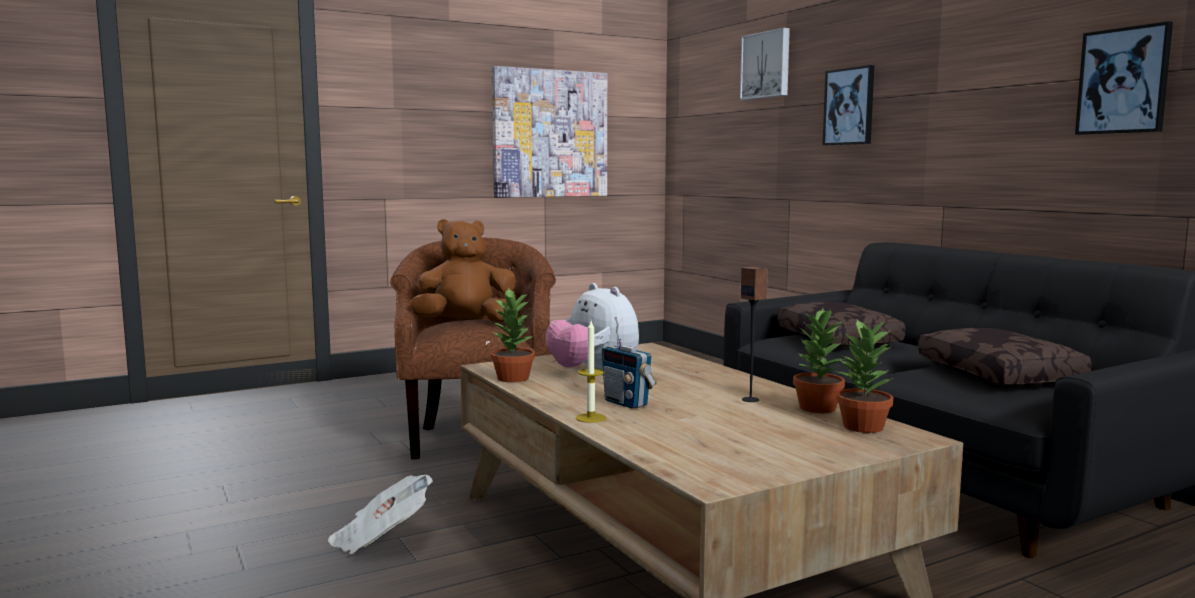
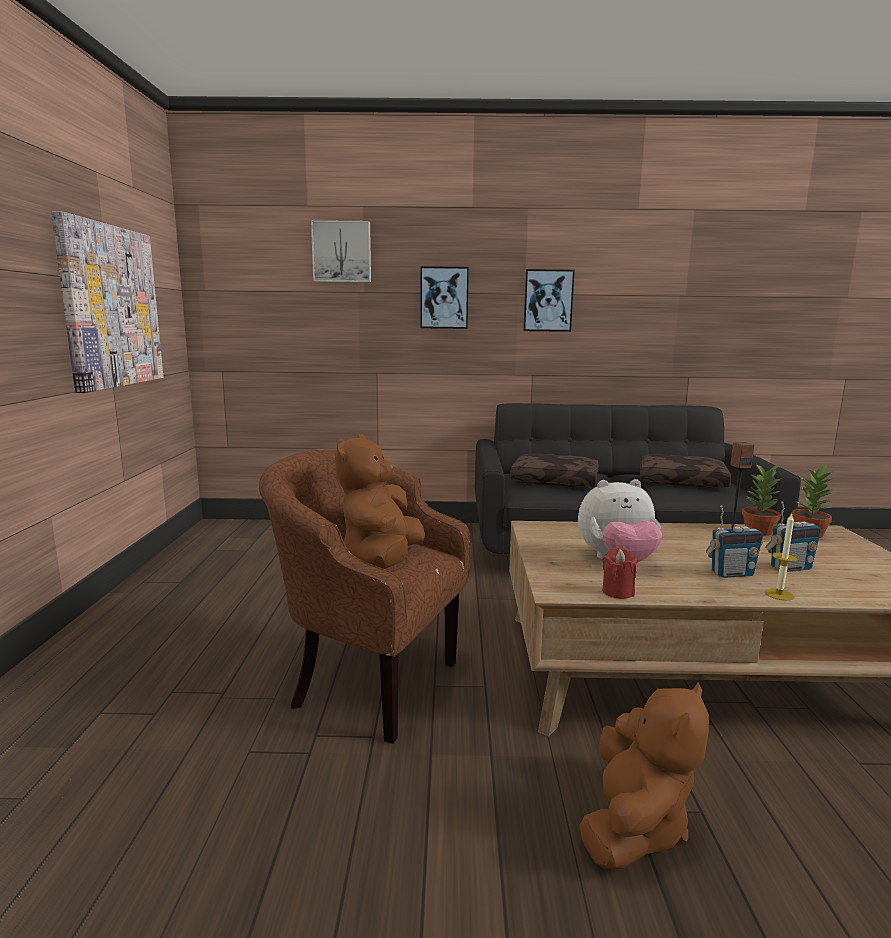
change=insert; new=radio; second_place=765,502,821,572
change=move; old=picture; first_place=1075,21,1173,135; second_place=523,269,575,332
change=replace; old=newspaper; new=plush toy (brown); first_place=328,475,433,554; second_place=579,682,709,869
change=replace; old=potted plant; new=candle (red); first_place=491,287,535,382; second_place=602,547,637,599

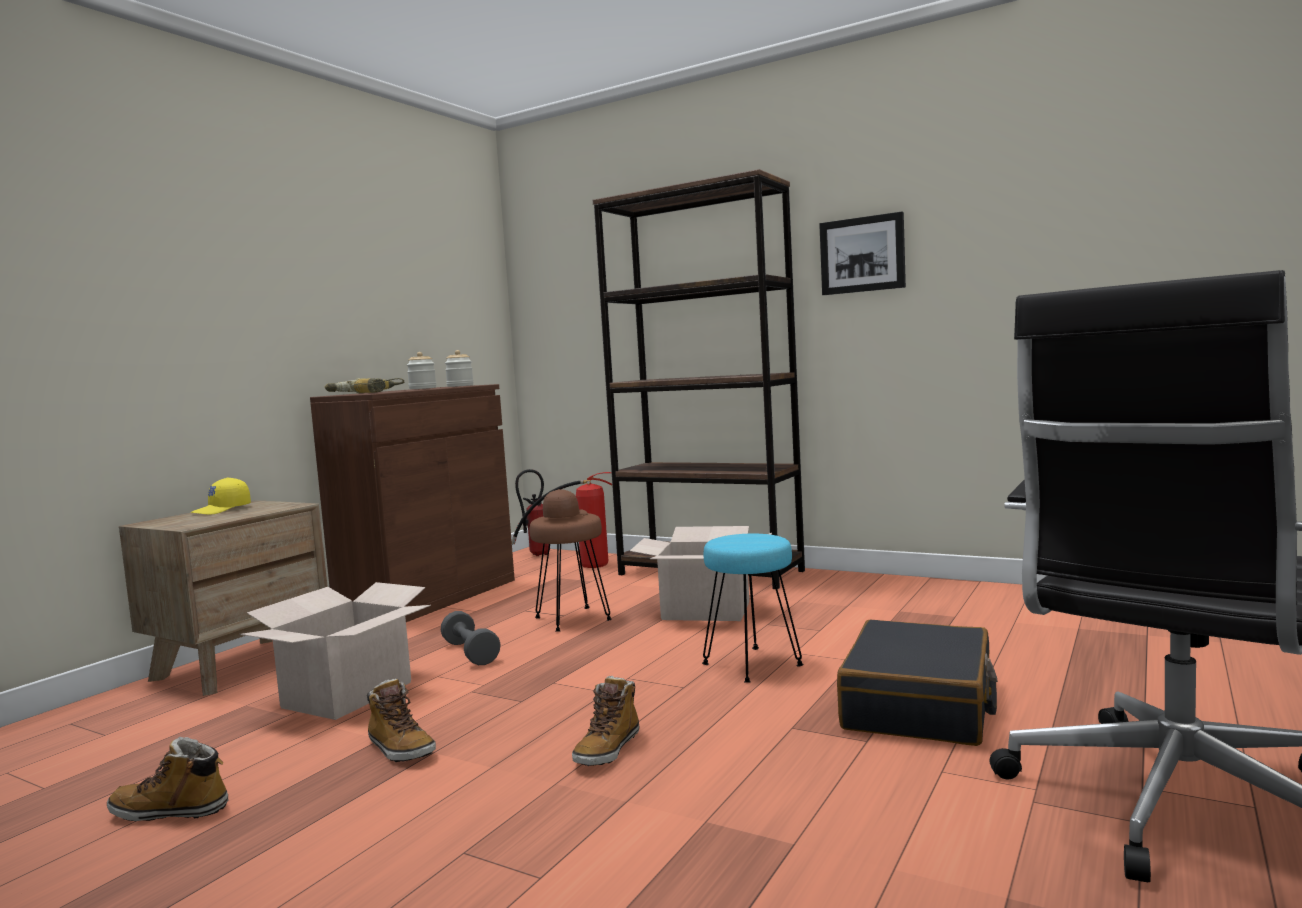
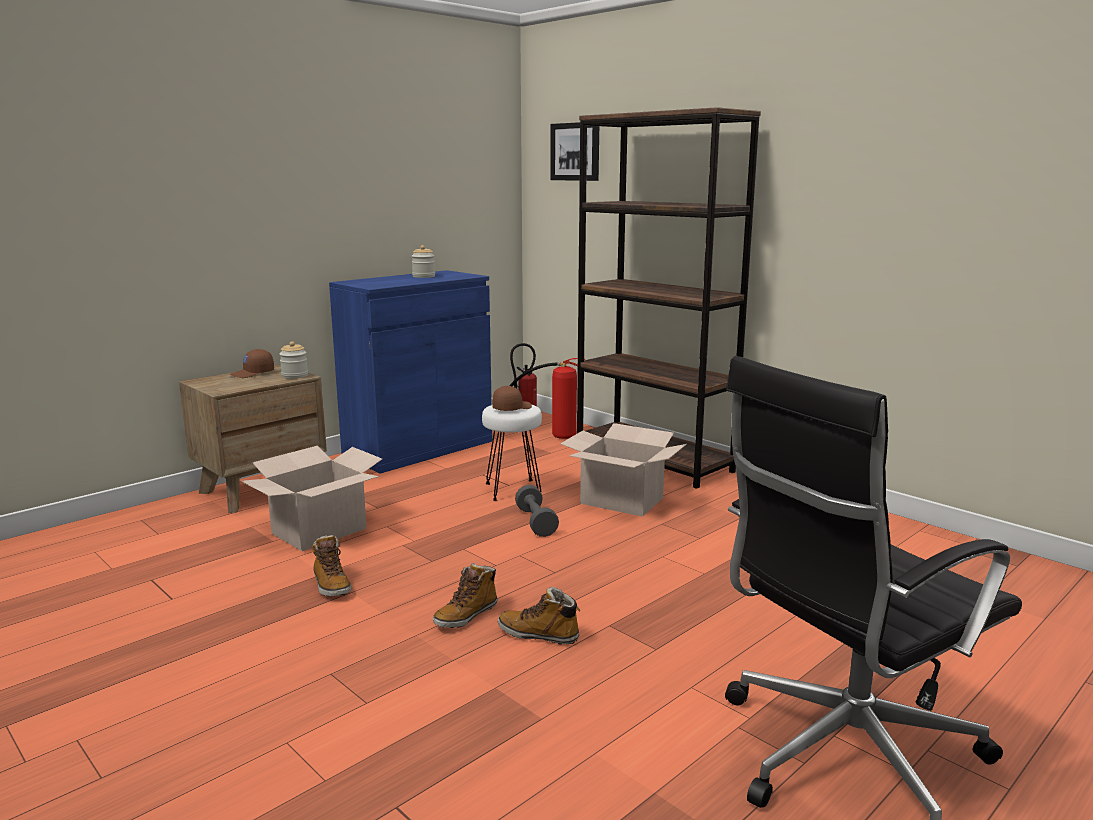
change=delete; old=power drill; first_place=325,378,405,393
change=delete; old=stool (turquoise); first_place=702,534,803,683
change=delete; old=suitcase (black); first_place=837,619,998,746
change=move; old=boot; first_place=107,737,229,821; second_place=498,587,580,645
change=move; old=dumbbell (grey); first_place=441,611,501,665; second_place=515,485,559,537
change=move; old=jar; first_place=445,350,474,387; second_place=280,341,308,379
change=move; old=picture; first_place=819,212,906,295; second_place=550,122,599,181
change=recolor; old=cap (yellow); new=cap (brown); first_place=191,477,251,515; second_place=230,349,274,378
change=recolor; old=cabinet (brown); new=cabinet (blue); first_place=310,384,515,622; second_place=329,270,492,473
change=recolor; old=stool (brown); new=stool (white); first_place=530,513,612,632; second_place=482,404,543,501

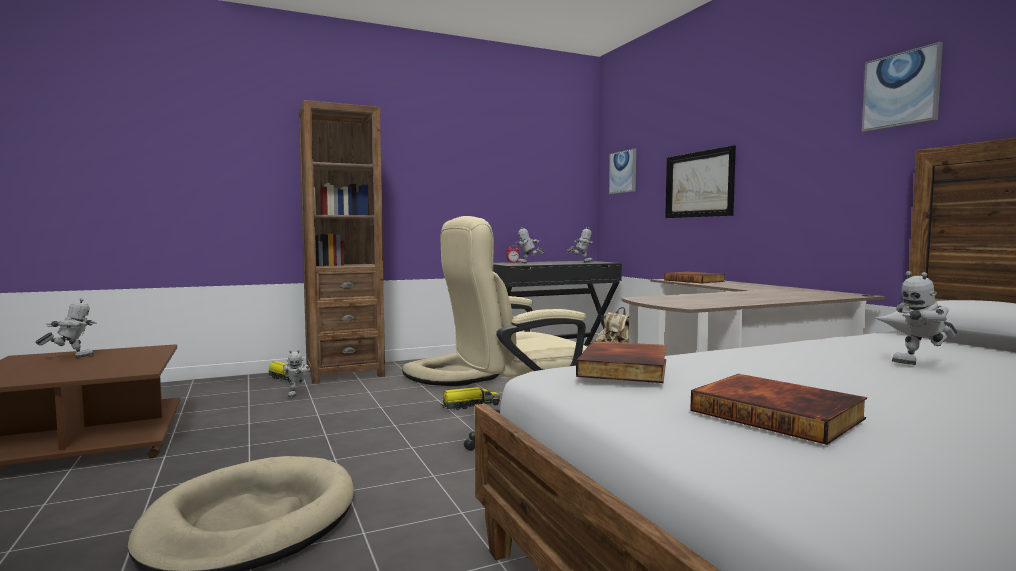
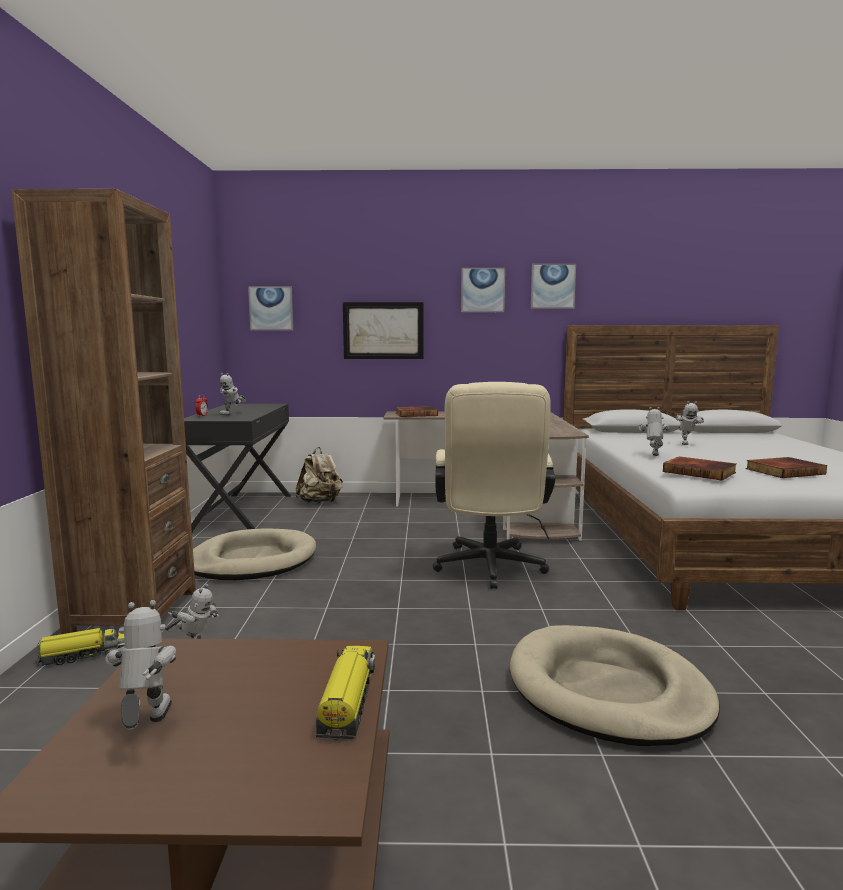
change=insert; new=picture; second_place=461,268,505,312
change=move; old=toy truck; first_place=441,387,500,410; second_place=316,646,375,740
change=move; old=toy robot; first_place=567,227,593,262; second_place=639,407,669,456

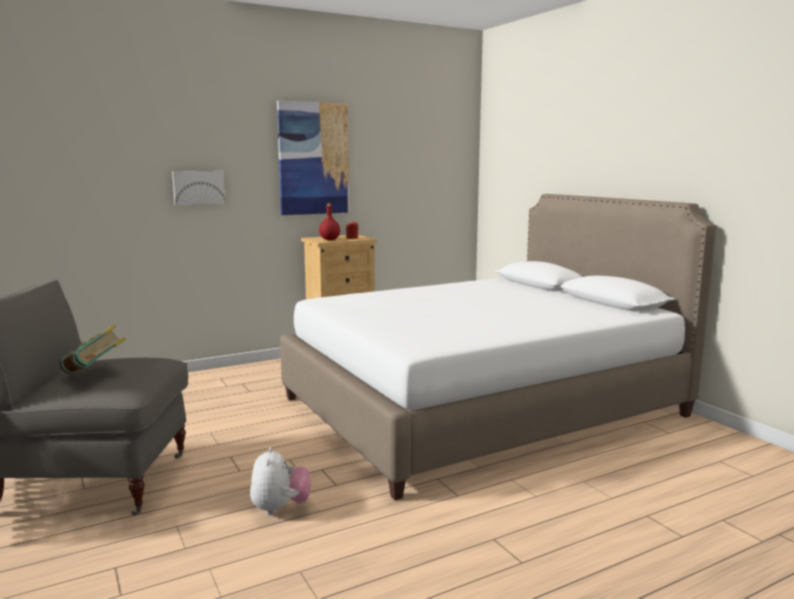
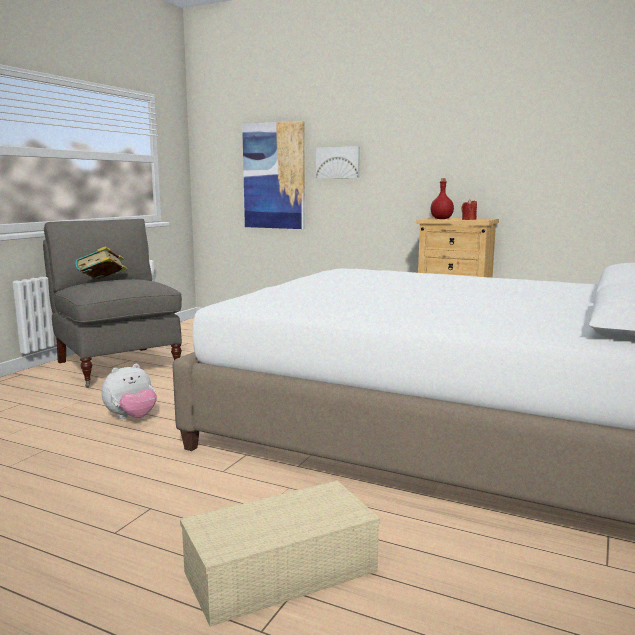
change=insert; new=storage box (beige); second_place=180,481,380,627
change=move; old=picture; first_place=277,101,349,215; second_place=242,121,305,229

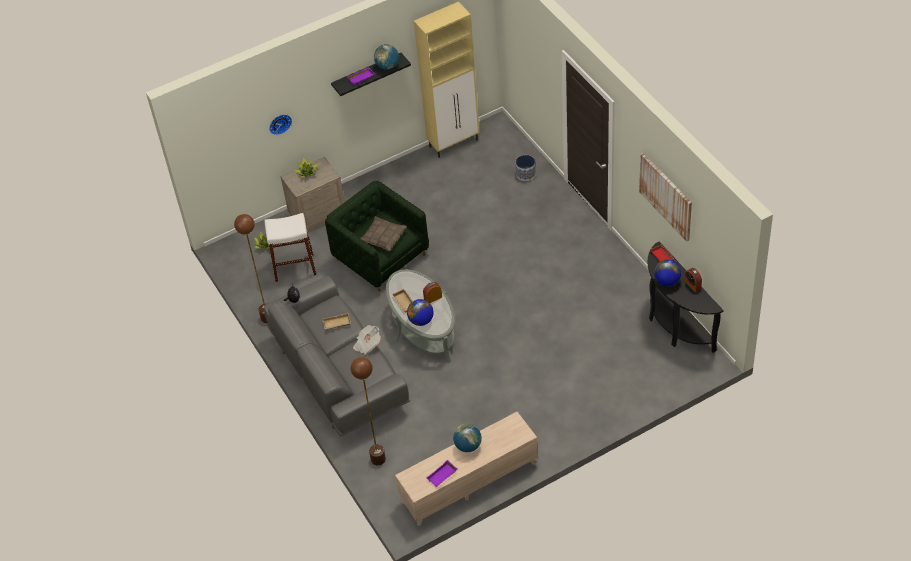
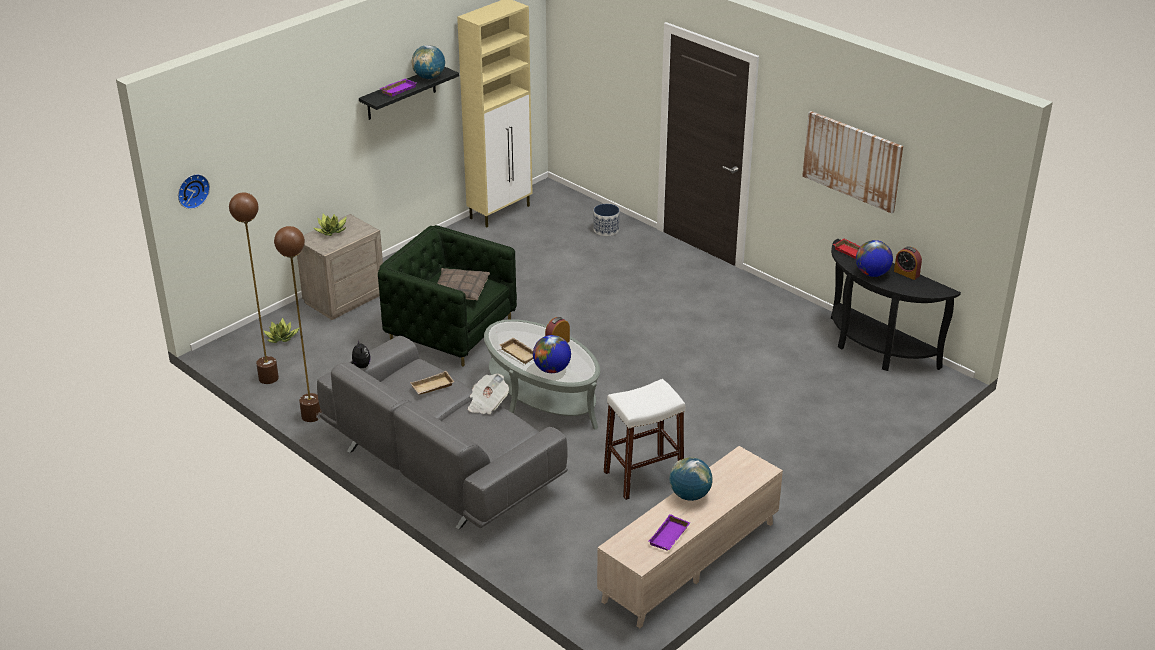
change=move; old=stool (white); first_place=265,213,317,282; second_place=604,379,685,500
change=move; old=wall clock; first_place=269,114,292,135; second_place=178,174,210,209
change=move; old=floor lamp (brown); first_place=351,357,386,465; second_place=229,192,279,384

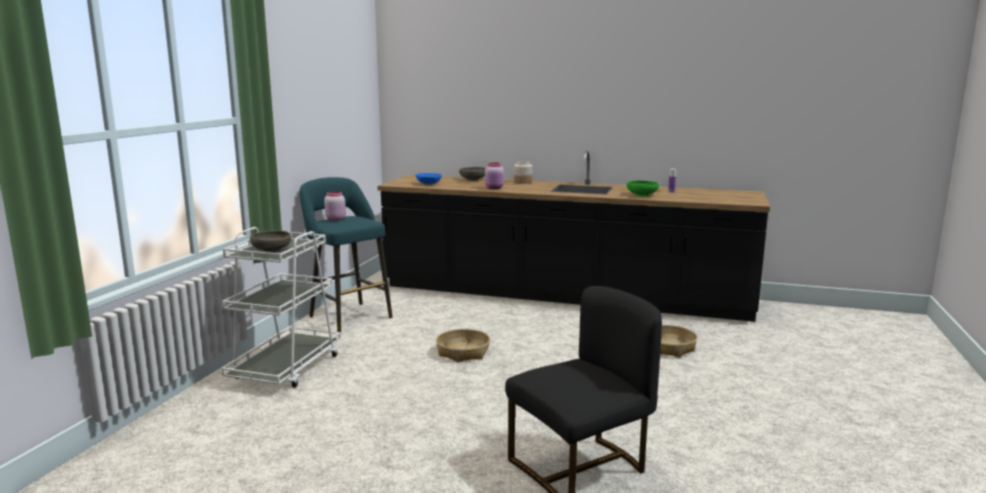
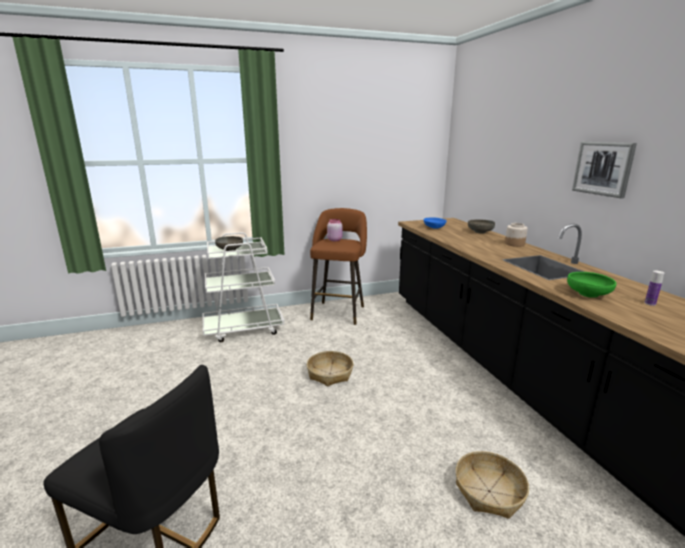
change=delete; old=jar (pink); first_place=485,163,504,189
change=insert; new=picture; second_place=572,141,637,199
change=recolor; old=stool (turquoise); new=stool (brown); first_place=300,177,393,332; second_place=310,208,367,325

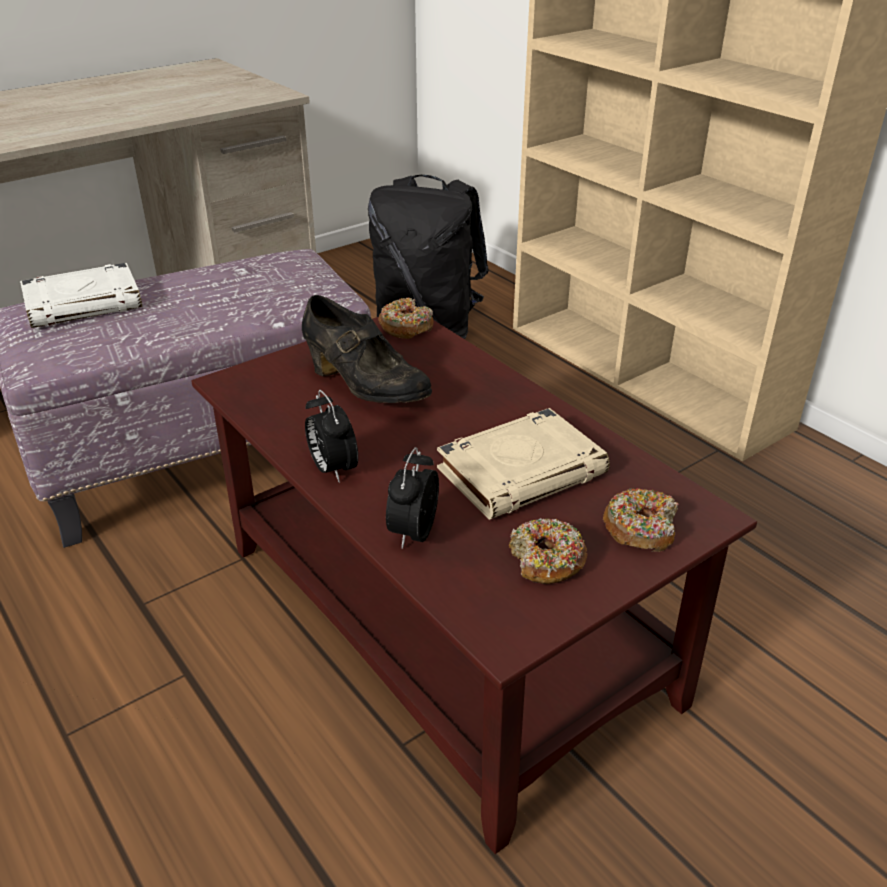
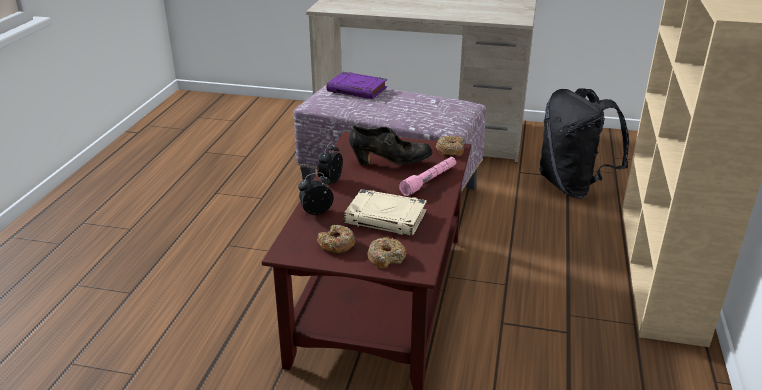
change=insert; new=flashlight (pink); second_place=399,157,456,196
change=recolor; old=book (white); new=book (purple); first_place=20,263,142,328; second_place=327,72,387,99
change=rotate; old=shoe (black); first_place=302,295,432,403; second_place=349,126,433,166; degrees=-90

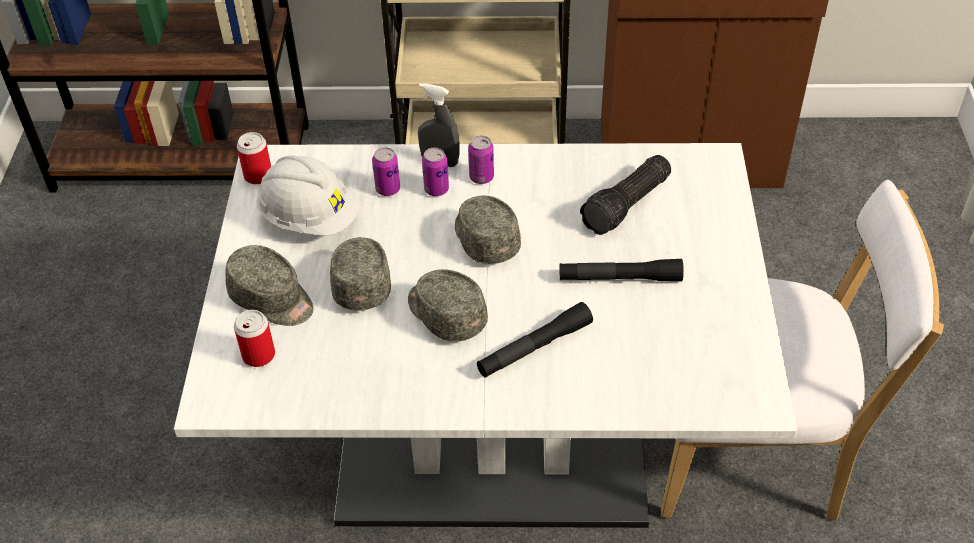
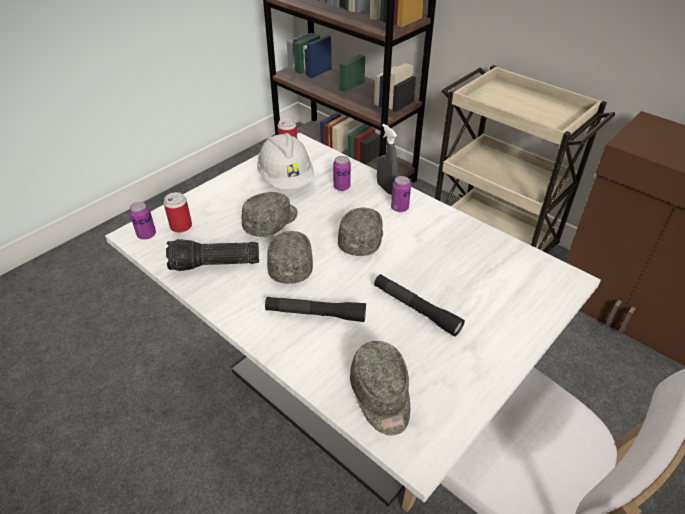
change=move; old=cap (grey); first_place=225,245,313,326; second_place=350,341,410,436
change=move; old=can; first_place=422,148,449,196; second_place=129,202,156,239
change=move; old=flashlight; first_place=580,155,671,235; second_place=166,239,259,271

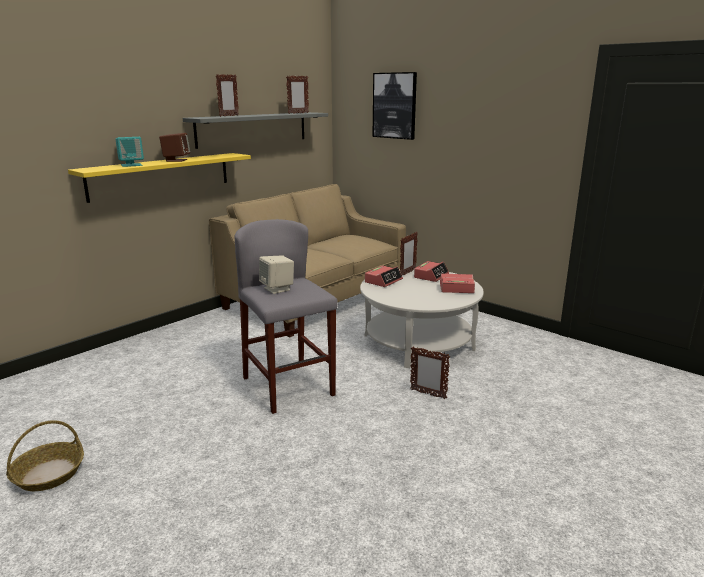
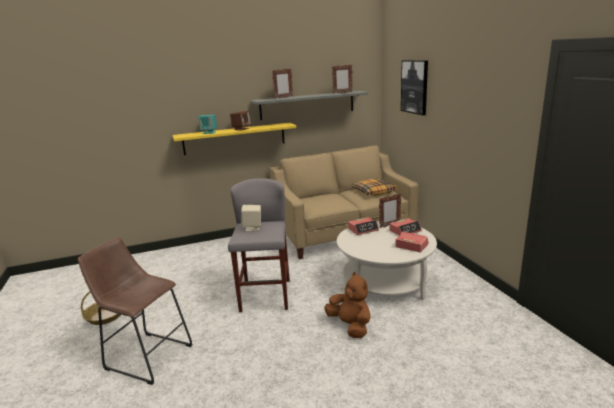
change=insert; new=stool (brown); second_place=78,237,192,385
change=insert; new=pillow; second_place=352,179,397,196
change=replace; old=picture frame; new=plush toy (brown); first_place=410,346,450,399; second_place=324,272,371,338

